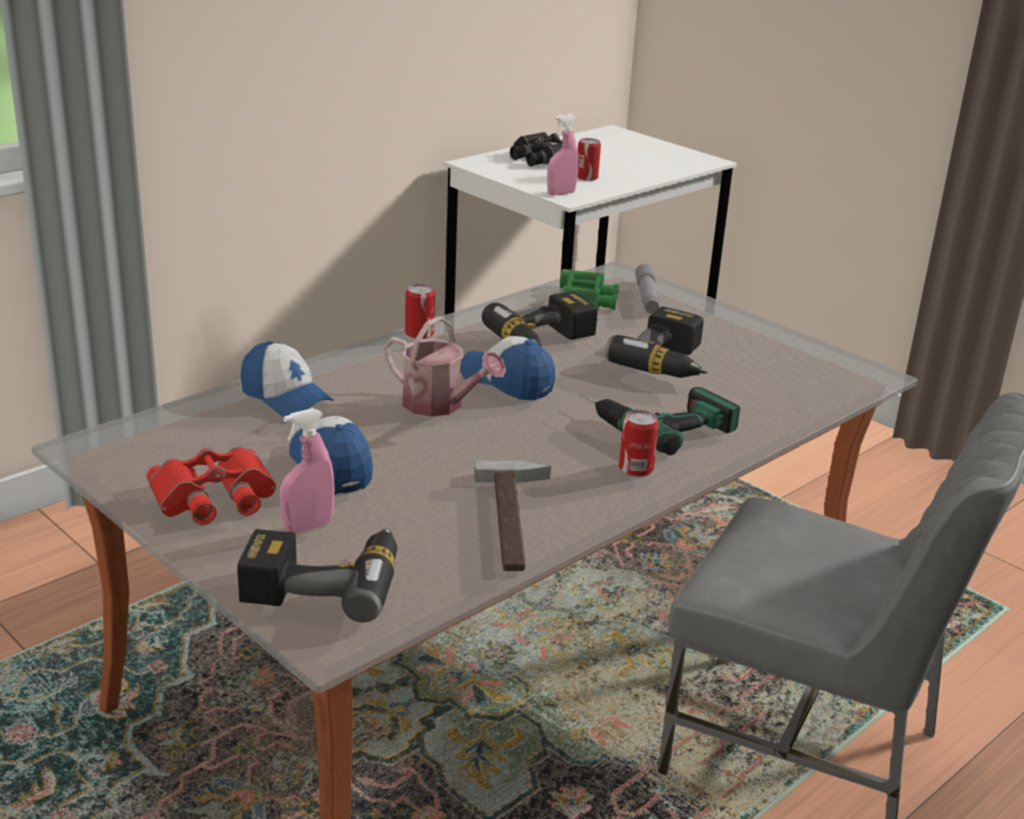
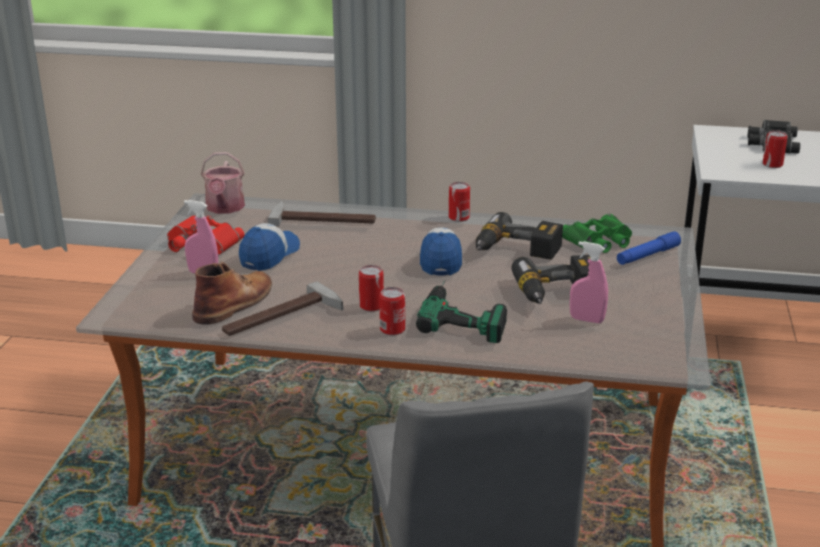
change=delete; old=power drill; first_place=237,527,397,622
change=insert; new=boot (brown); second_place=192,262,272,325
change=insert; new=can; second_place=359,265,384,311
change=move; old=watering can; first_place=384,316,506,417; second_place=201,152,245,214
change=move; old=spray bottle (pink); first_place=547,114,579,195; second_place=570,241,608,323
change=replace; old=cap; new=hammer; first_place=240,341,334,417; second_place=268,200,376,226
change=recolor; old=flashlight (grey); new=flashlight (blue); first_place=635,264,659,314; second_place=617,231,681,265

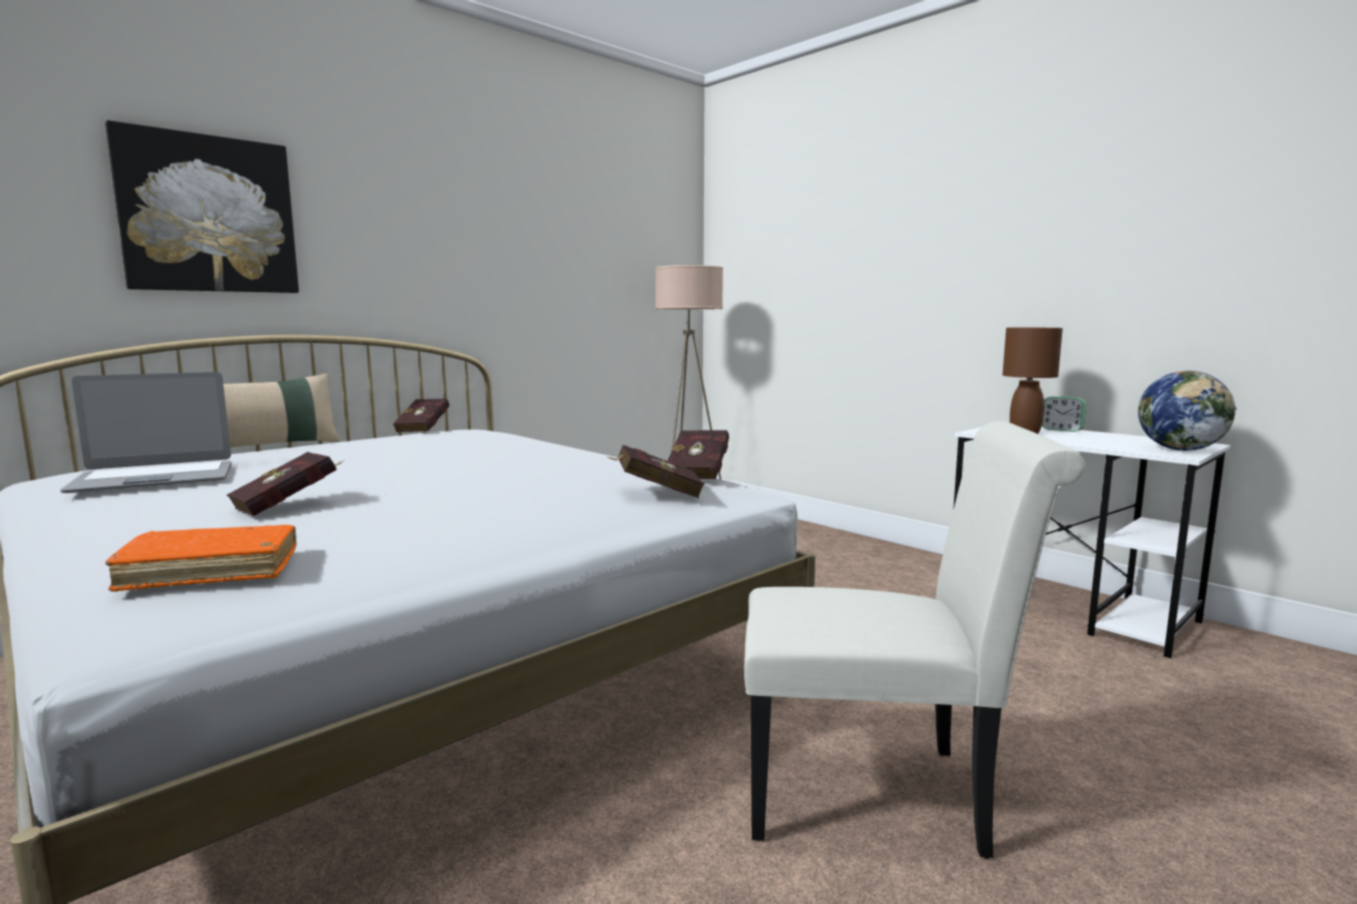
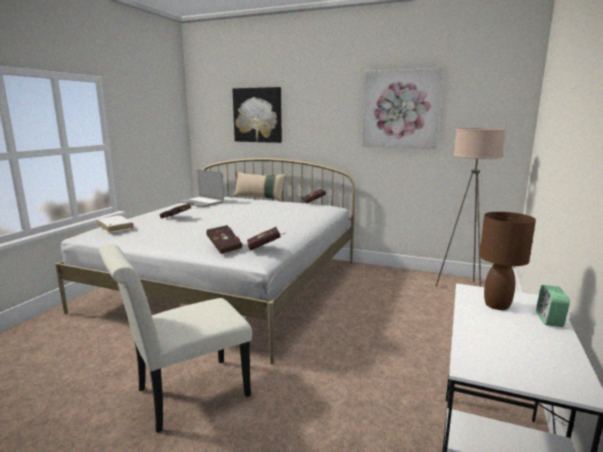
change=delete; old=globe; first_place=1138,371,1236,451
change=insert; new=picture; second_place=362,68,444,149
change=recolor; old=book (orange); new=book (white); first_place=105,525,296,592; second_place=98,216,133,233
change=rotate; old=chair (white); first_place=744,421,1085,859; second_place=99,244,252,433; degrees=75

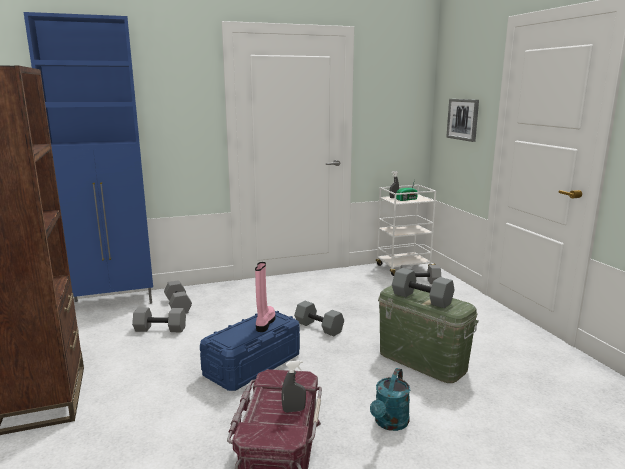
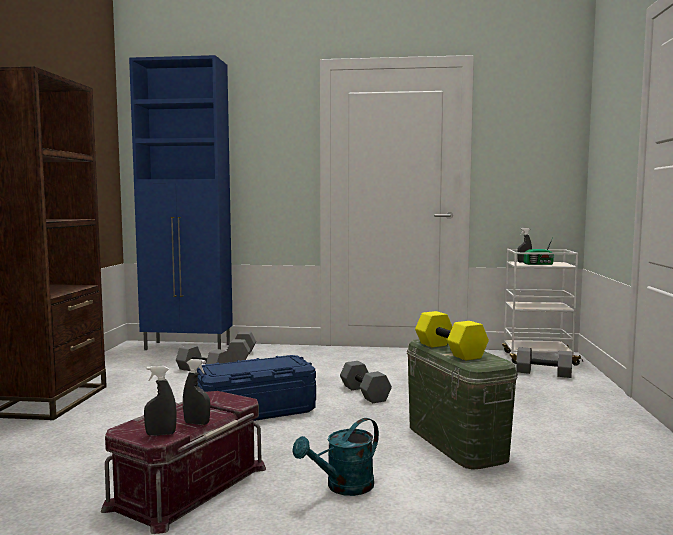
change=delete; old=boot (pink); first_place=255,262,276,332
change=delete; old=picture; first_place=446,99,479,142
change=insert; new=spray bottle (grey); second_place=144,366,177,436
change=recolor; old=dumbbell (grey); new=dumbbell (yellow); first_place=392,268,455,308; second_place=415,311,489,360

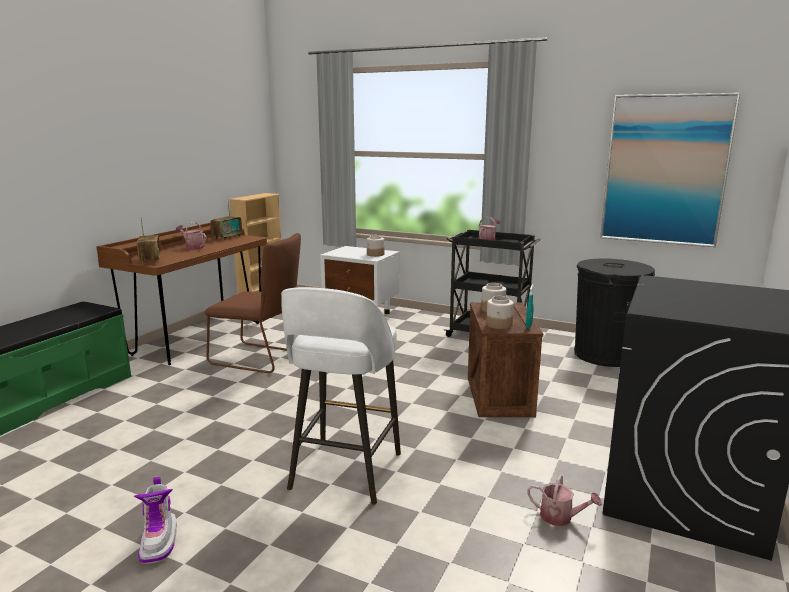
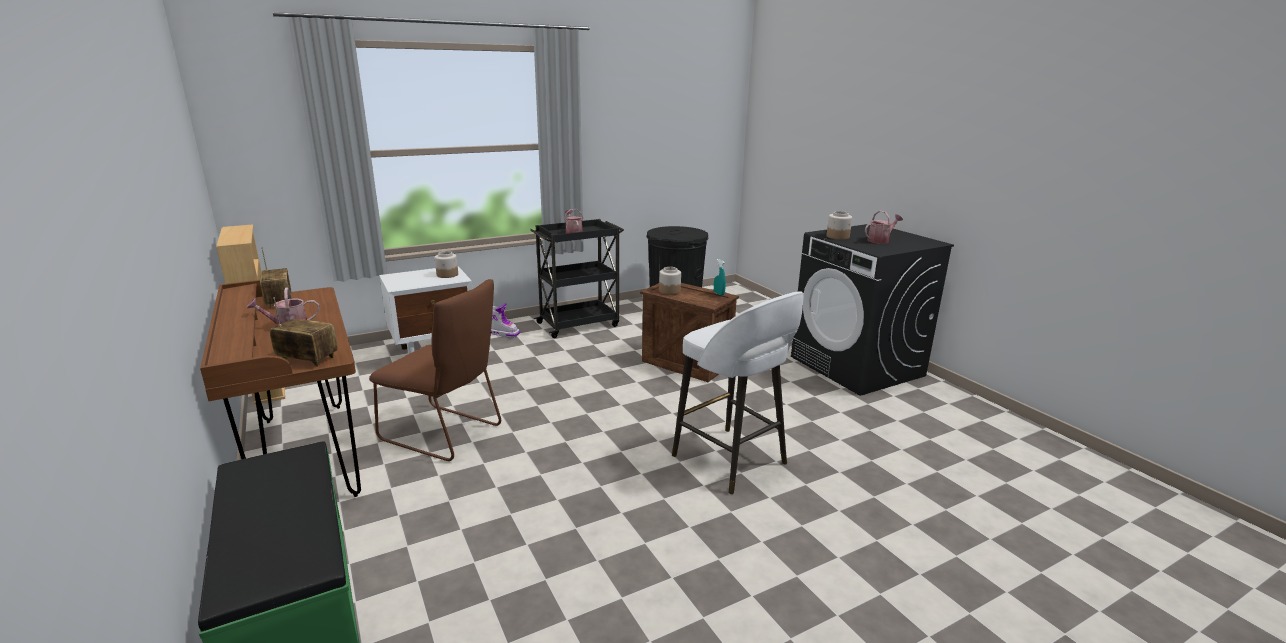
change=delete; old=picture; first_place=600,93,740,247
change=move; old=boot; first_place=134,476,177,564; second_place=491,303,520,338
change=move; old=jar; first_place=486,296,514,329; second_place=826,211,852,240
change=move; old=watering can; first_place=528,474,602,526; second_place=865,210,903,244
change=rotate; old=chair (brown); first_place=205,233,301,373; second_place=369,279,501,461; degrees=60

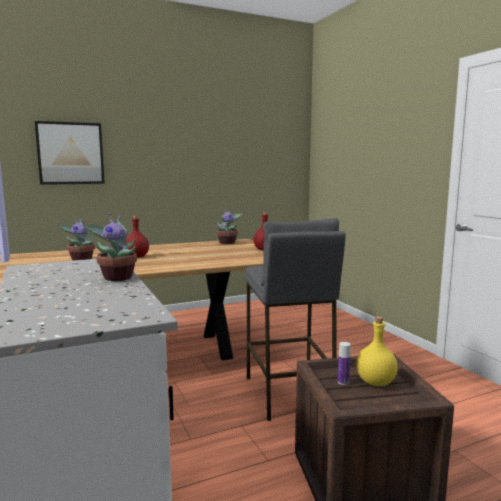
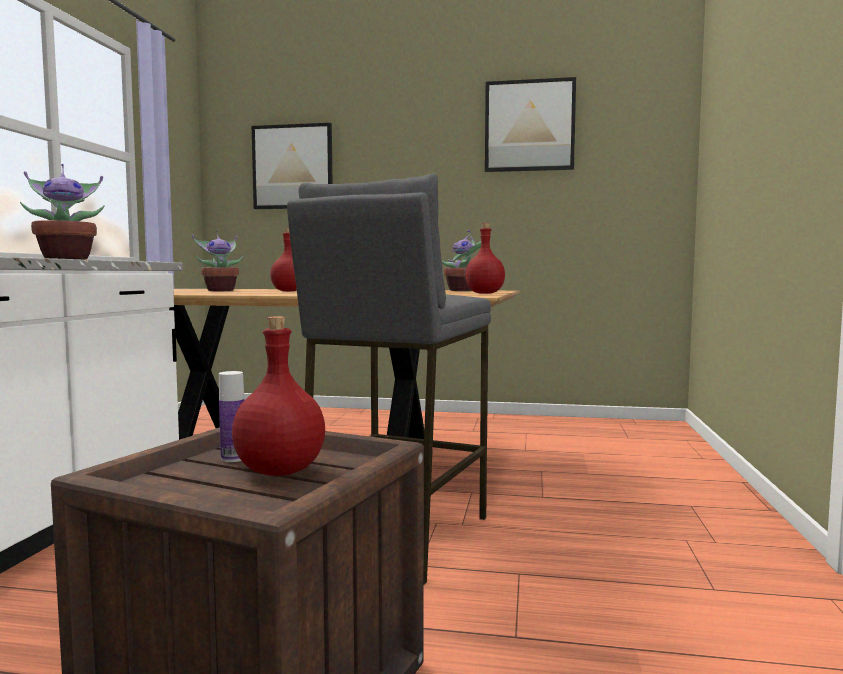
change=insert; new=picture; second_place=485,77,576,172
change=recolor; old=bottle (yellow); new=bottle (red); first_place=357,317,398,386; second_place=232,316,325,476

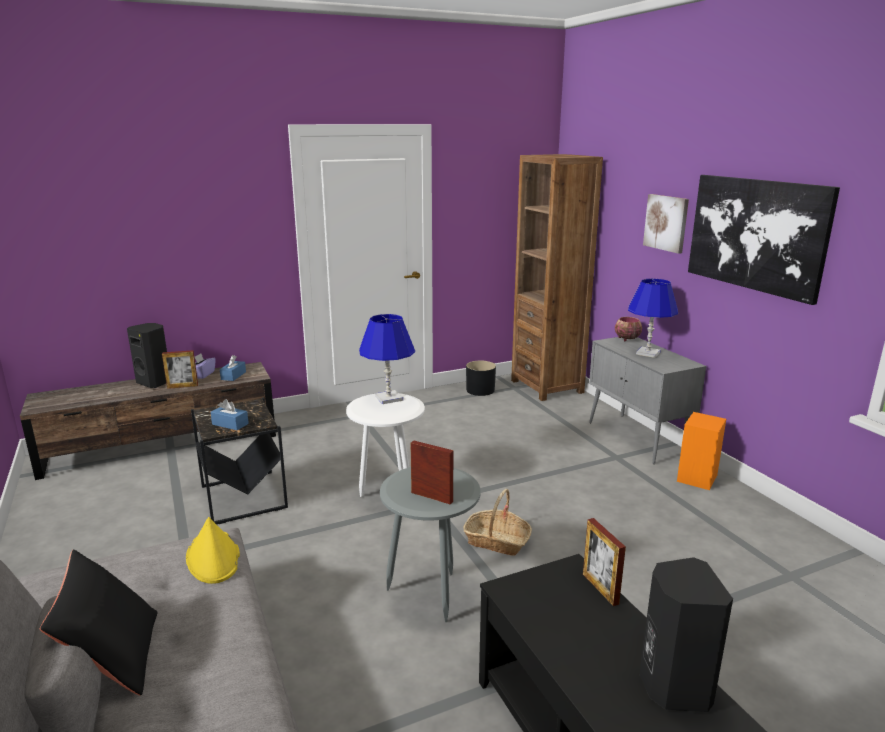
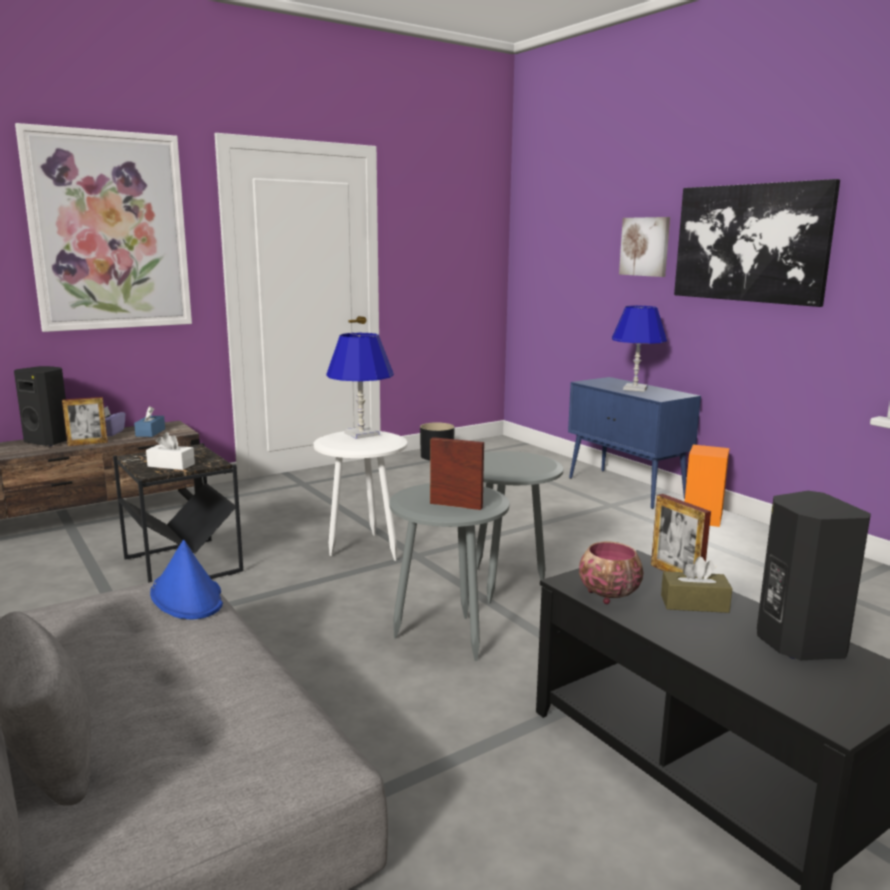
change=delete; old=pillow (black); first_place=40,550,157,696
change=delete; old=bookcase (brown); first_place=511,154,603,401
change=insert; new=picture; second_place=15,123,192,332
change=insert; new=tissue box (brown); second_place=661,556,732,613
change=move; old=bowl; first_place=615,317,642,341; second_place=579,542,643,604
change=replace; old=basket; new=side table (grey); first_place=463,489,532,556; second_place=476,451,563,604
change=recolor; old=hat (yellow); new=hat (blue); first_place=186,517,240,584; second_place=150,540,223,619
change=recolor; old=tissue box (blue); new=tissue box (white); first_place=210,399,249,430; second_place=146,432,195,470
change=recolor; old=cabinet (grey); new=cabinet (blue); first_place=589,337,706,464; second_place=568,377,701,509

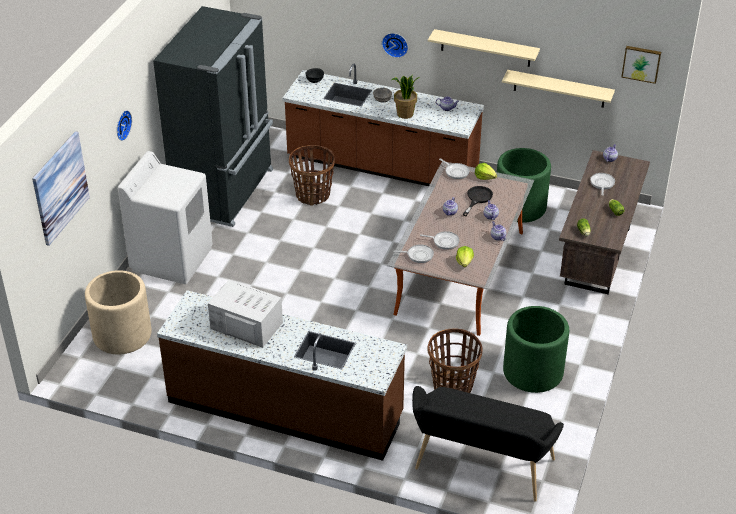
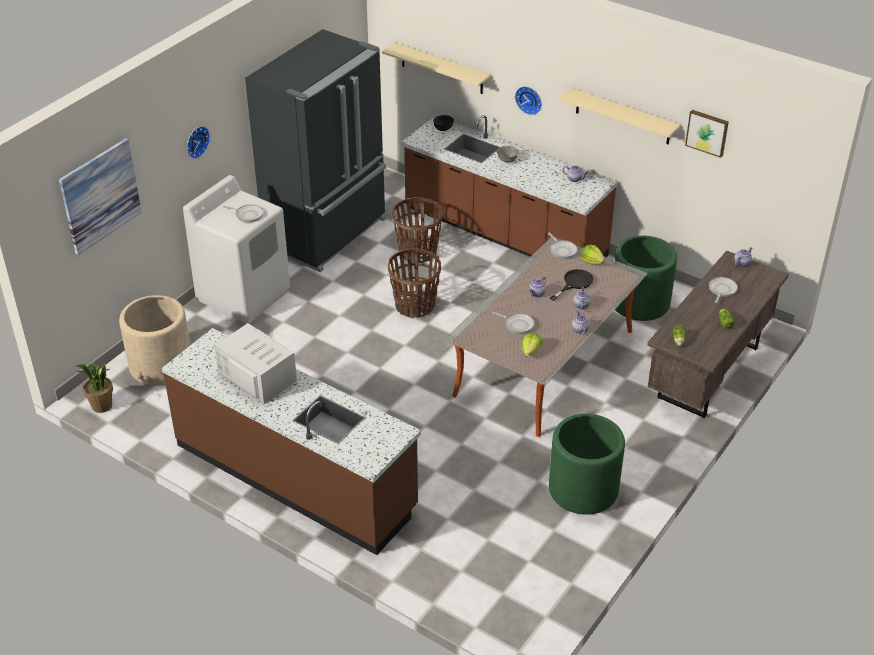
change=delete; old=bench (black); first_place=412,386,564,502
change=move; old=potted plant; first_place=391,75,420,119; second_place=75,363,113,413
change=move; old=frying pan; first_place=393,244,434,263; second_place=223,204,263,223
change=move; old=basket; first_place=427,329,483,393; second_place=388,248,441,318
change=move; old=shelf (beige); first_place=502,70,615,108; second_place=382,42,491,94
change=move; old=picture; first_place=621,46,661,84; second_place=685,110,729,158

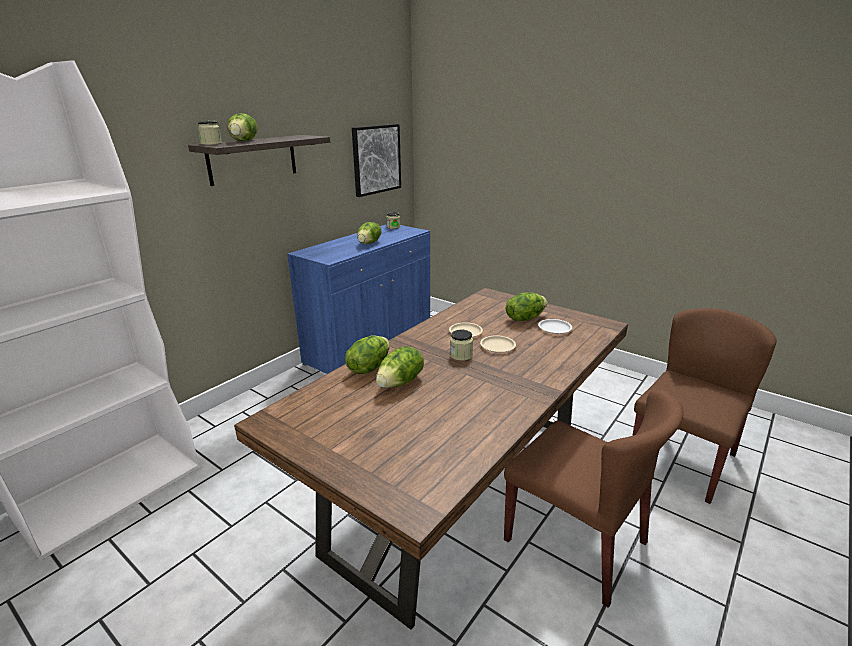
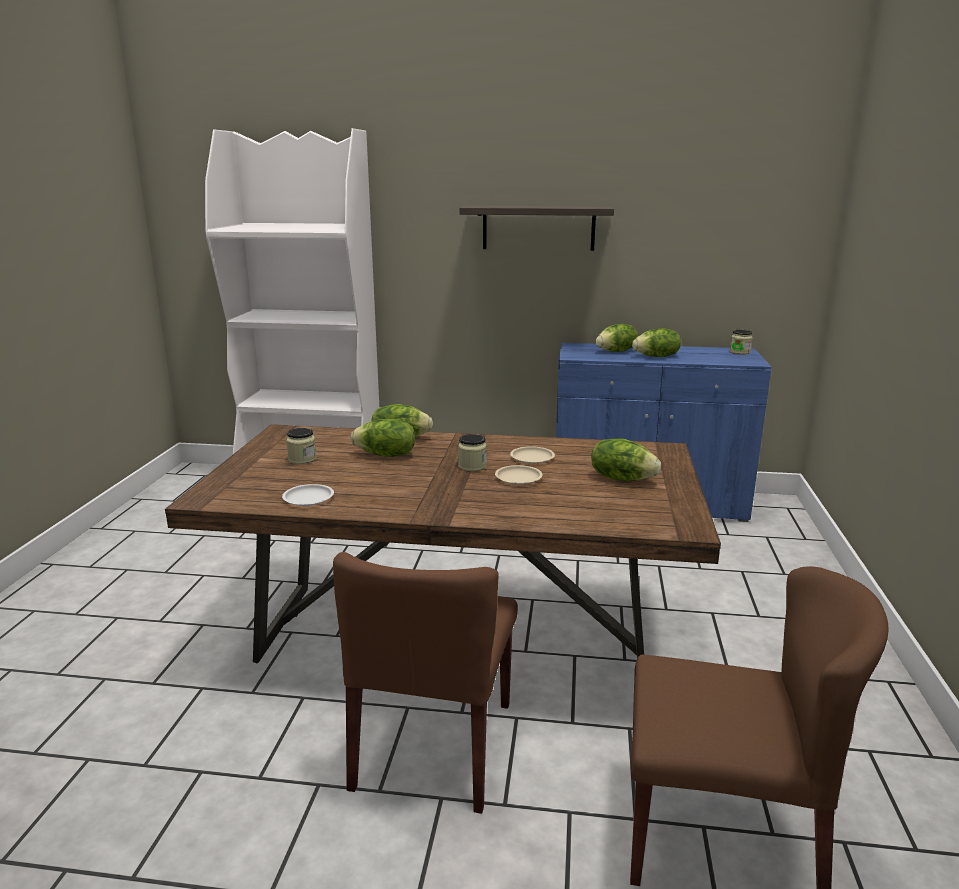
change=delete; old=picture; first_place=352,124,401,197
change=move; old=jar; first_place=198,121,222,145; second_place=286,428,316,464
change=move; old=lettuce; first_place=227,113,257,141; second_place=596,324,638,352
change=move; old=plate (white); first_place=538,319,572,334; second_place=282,484,334,506

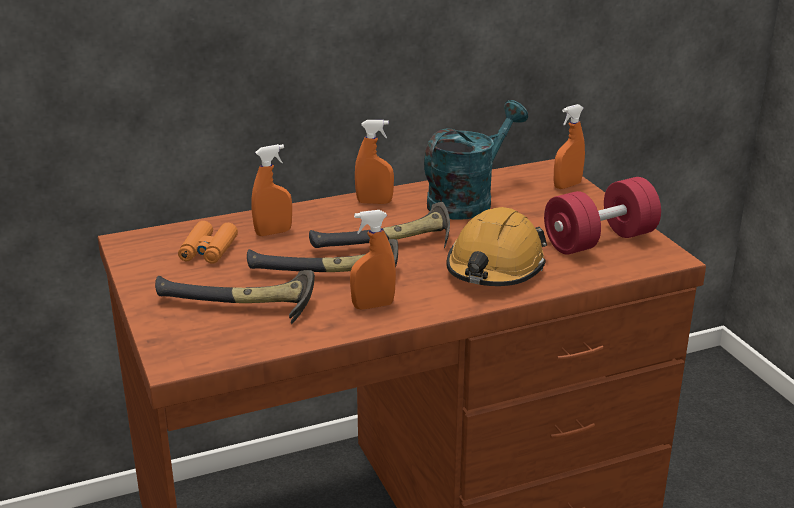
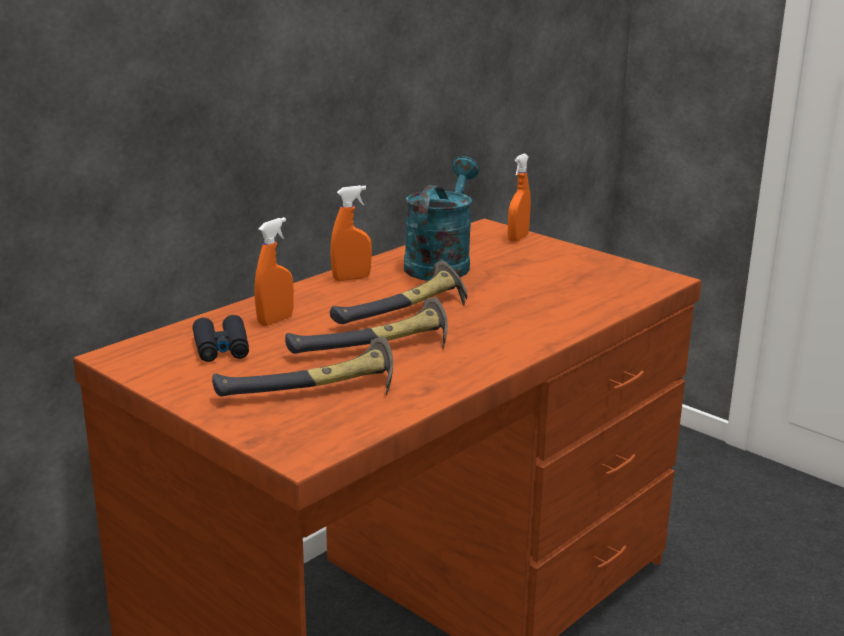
change=delete; old=spray bottle (orange); first_place=350,210,396,309
change=delete; old=hard hat (orange); first_place=446,207,547,286
change=delete; old=dumbbell (red); first_place=544,177,661,255
change=recolor; old=binoculars (orange); new=binoculars (black); first_place=178,221,238,264; second_place=192,315,249,362

